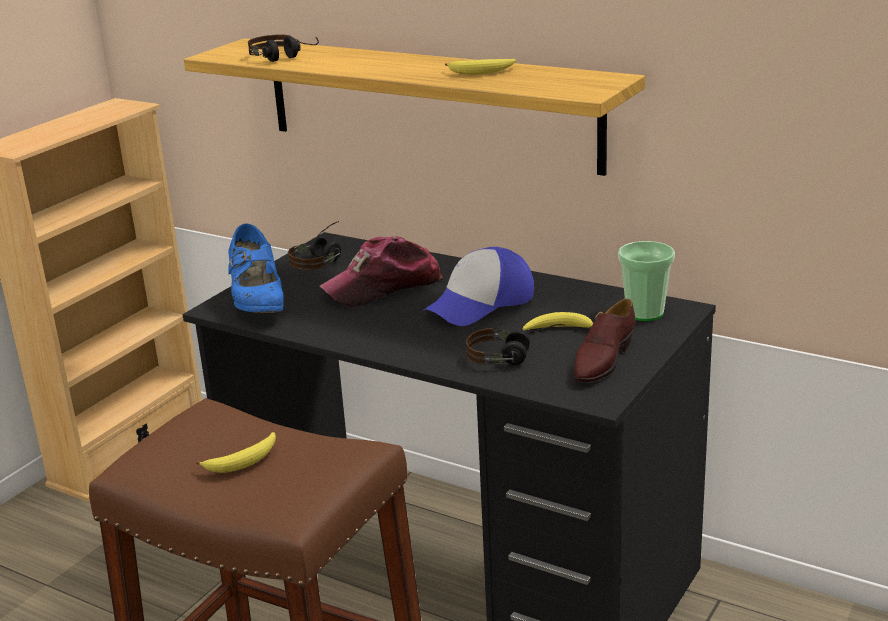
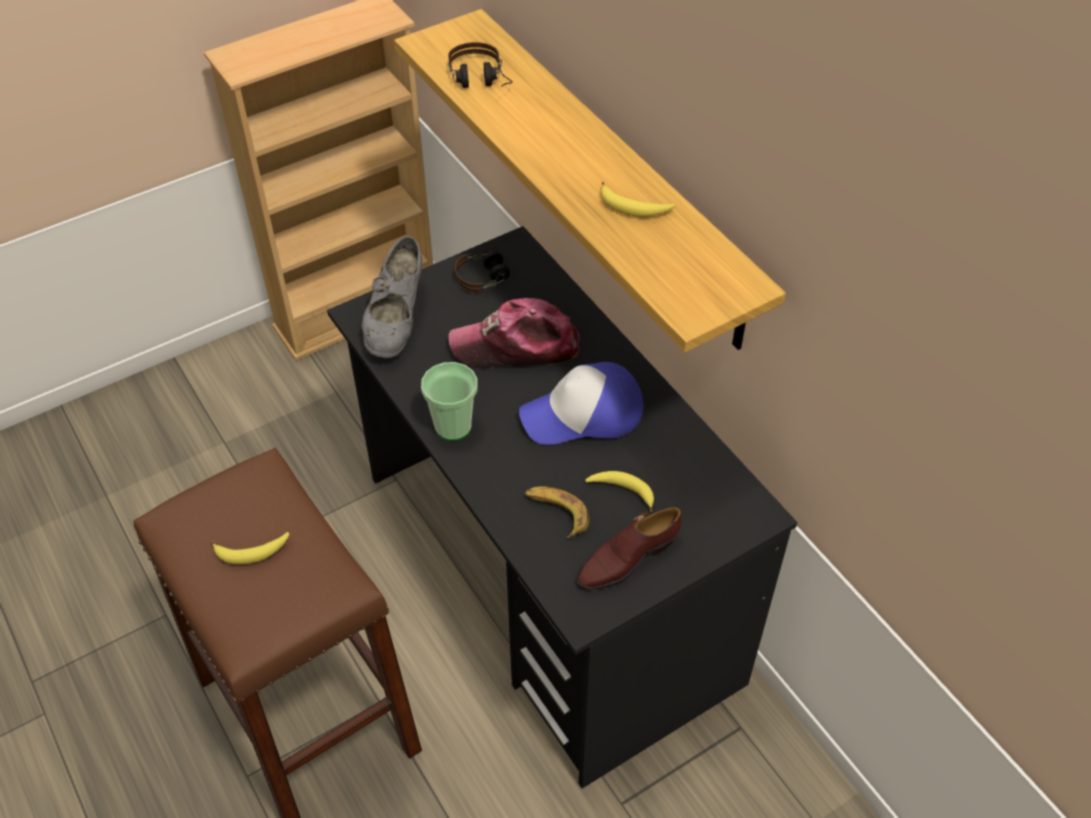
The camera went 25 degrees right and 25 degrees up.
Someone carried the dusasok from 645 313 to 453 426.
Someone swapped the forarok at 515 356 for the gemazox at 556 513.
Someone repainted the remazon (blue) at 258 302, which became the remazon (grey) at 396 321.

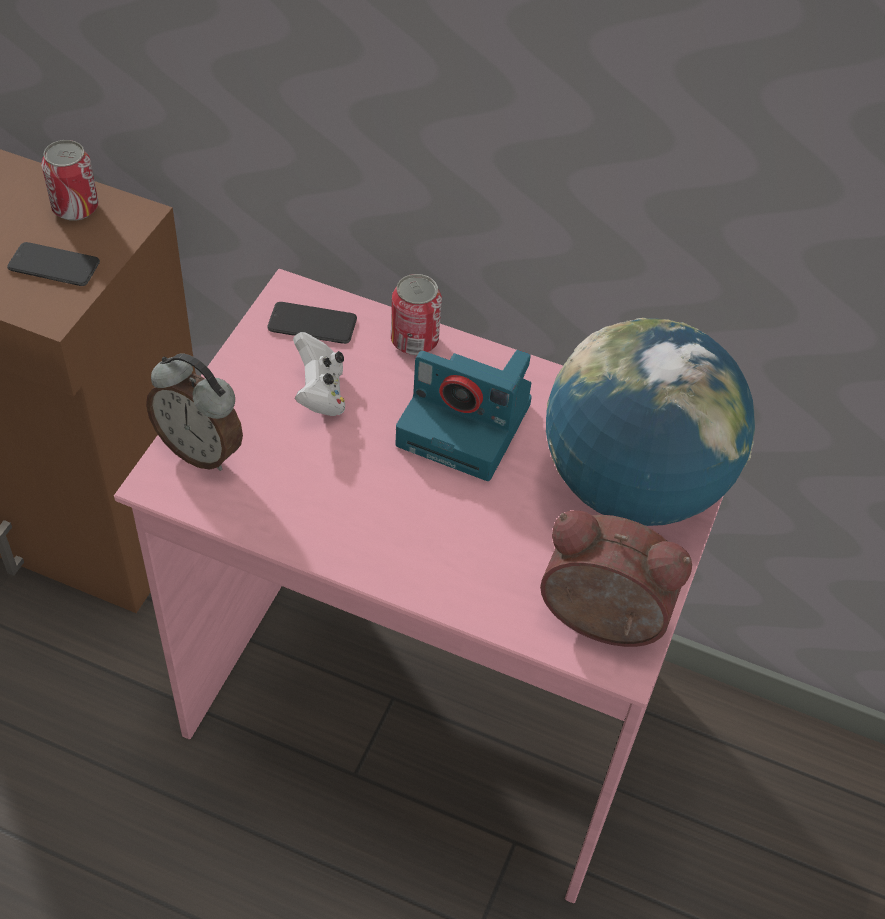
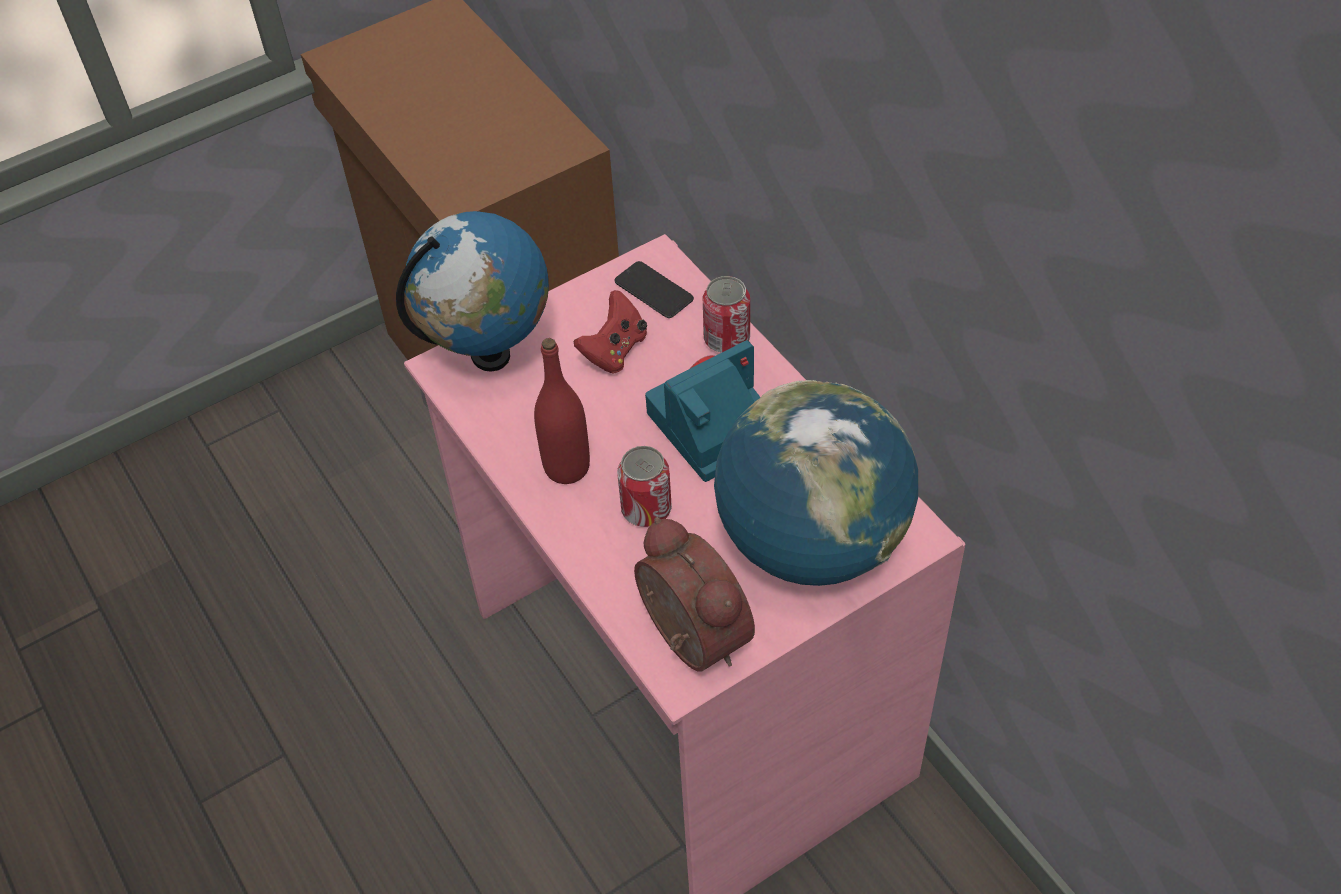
The camera went 40 degrees right and 0 degrees up.
Someone took away the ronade at 54 265.
Someone put down the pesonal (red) at 567 467.
Someone carried the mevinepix from 75 207 to 646 509.
Someone swapped the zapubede at 201 450 for the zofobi at 490 355.
Someone repainted the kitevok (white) at 320 394, which became the kitevok (red) at 614 350.
Someone rotated the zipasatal at 467 424 by 90 degrees clockwise.

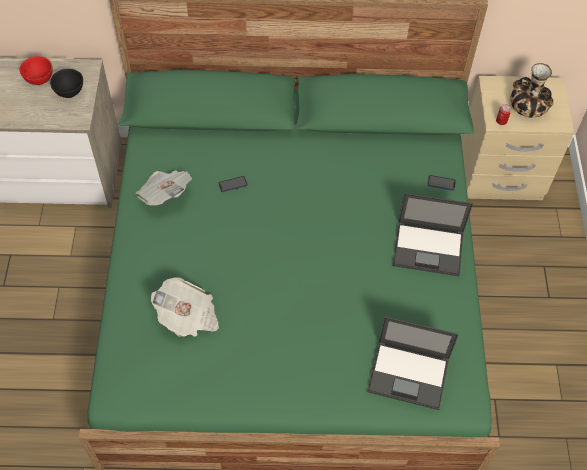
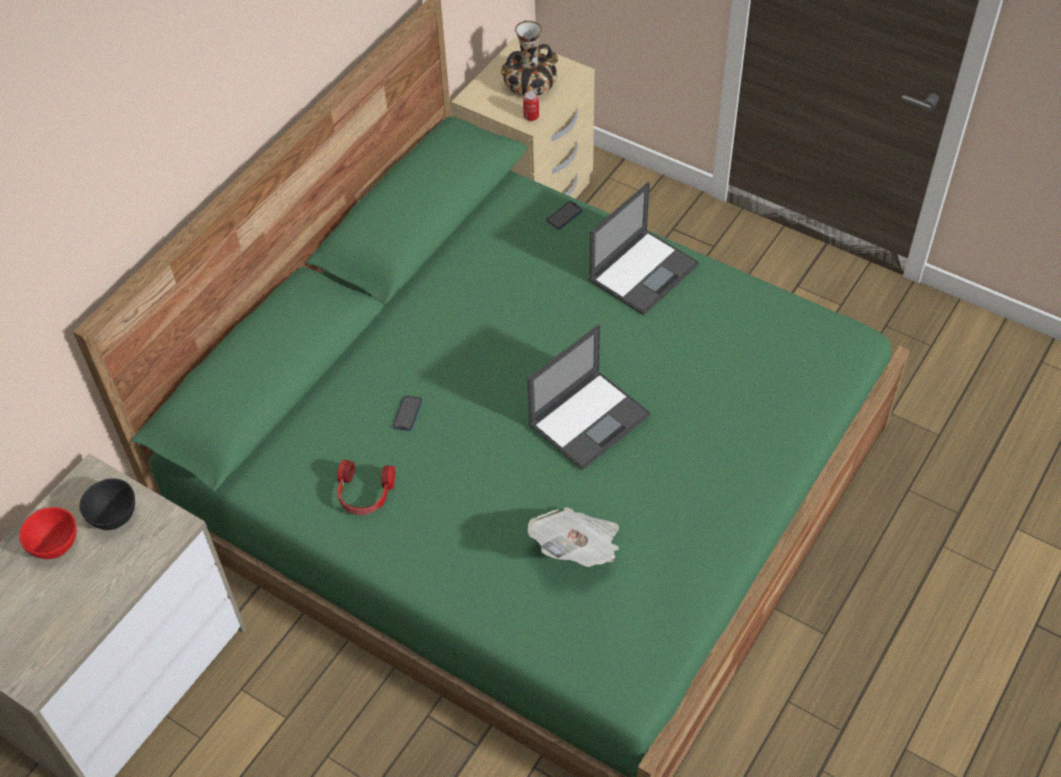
The camera went 55 degrees left and 5 degrees down.
Someone carried the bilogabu from 409 375 to 590 419.
Someone swapped the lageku at 165 194 for the forarok at 364 494.

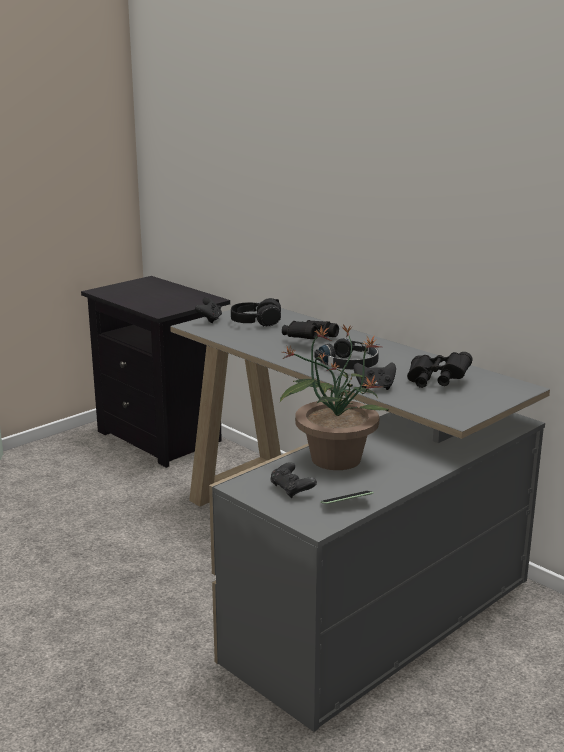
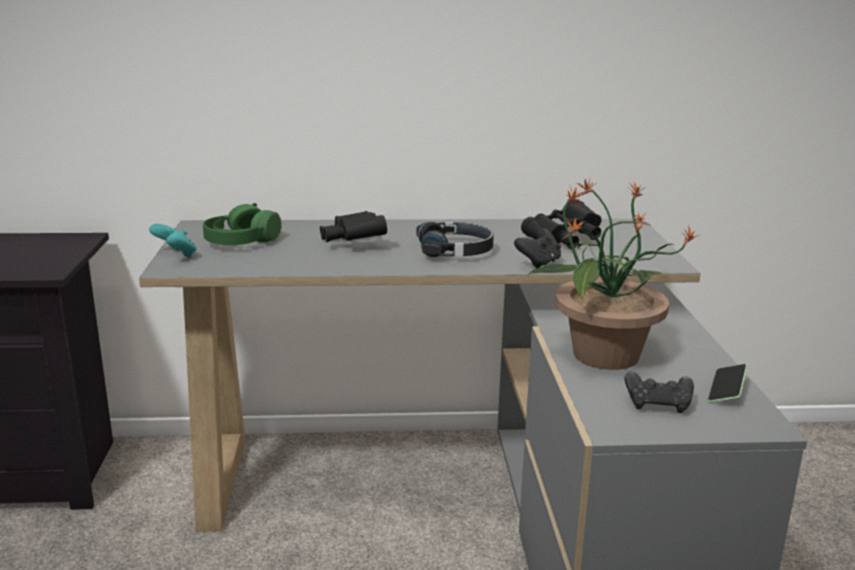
The camera went 50 degrees left and 0 degrees up.
Someone repainted the kitevok (black) at 209 320, which became the kitevok (turquoise) at 176 255.
Someone repainted the forarok (black) at 256 322, which became the forarok (green) at 241 242.

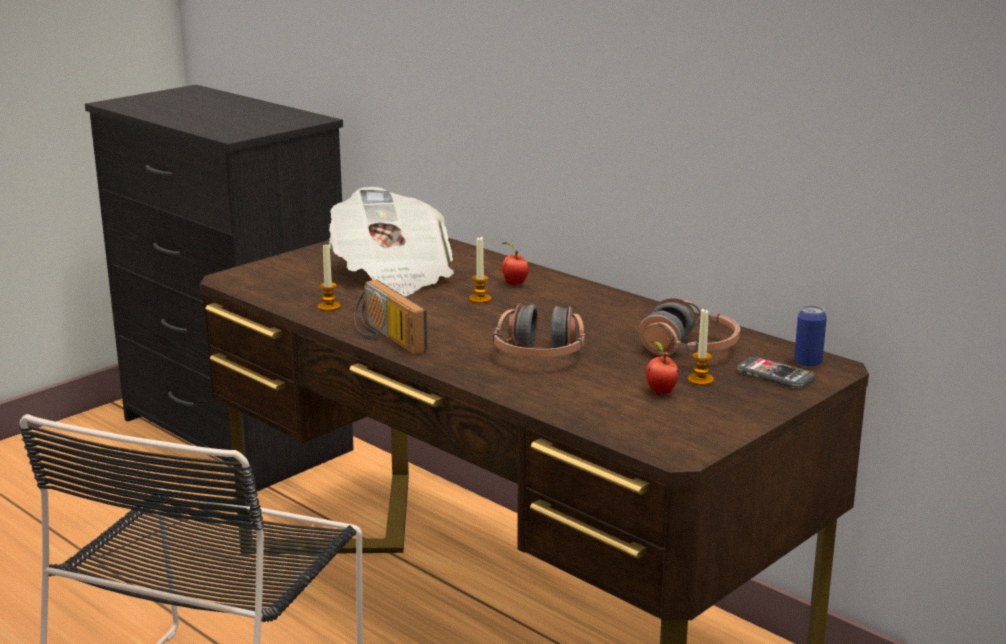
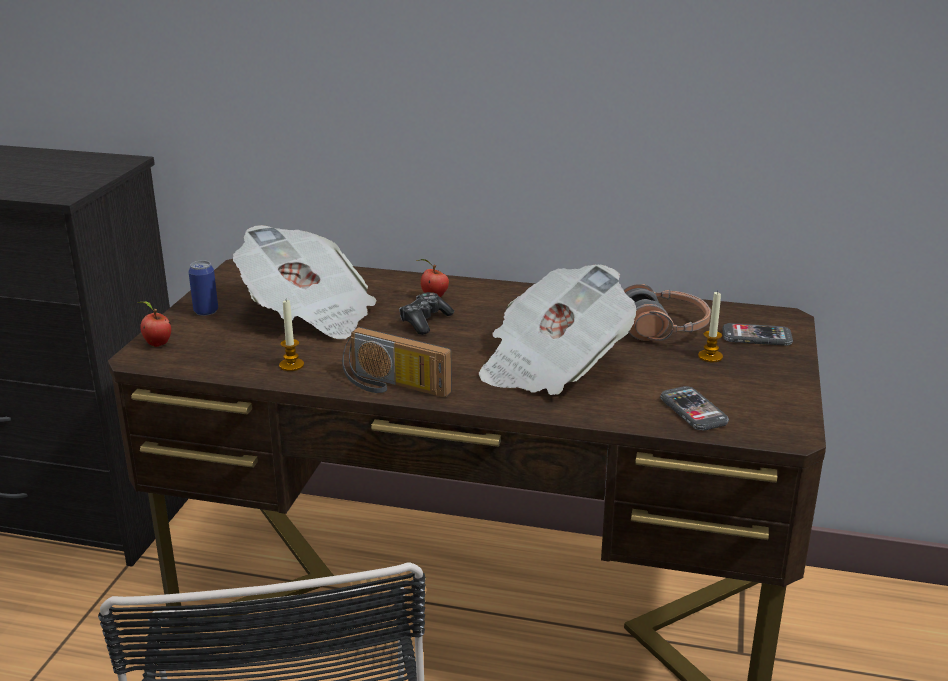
The camera went 30 degrees left and 5 degrees up.
Someone put down the ronade at 693 411.
Someone carried the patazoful from 659 391 to 156 344.
Someone carried the mevinepix from 808 363 to 206 311.
Someone swapped the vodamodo at 480 299 for the kitevok at 425 321.
Someone swapped the forarok at 539 354 for the lageku at 552 366.

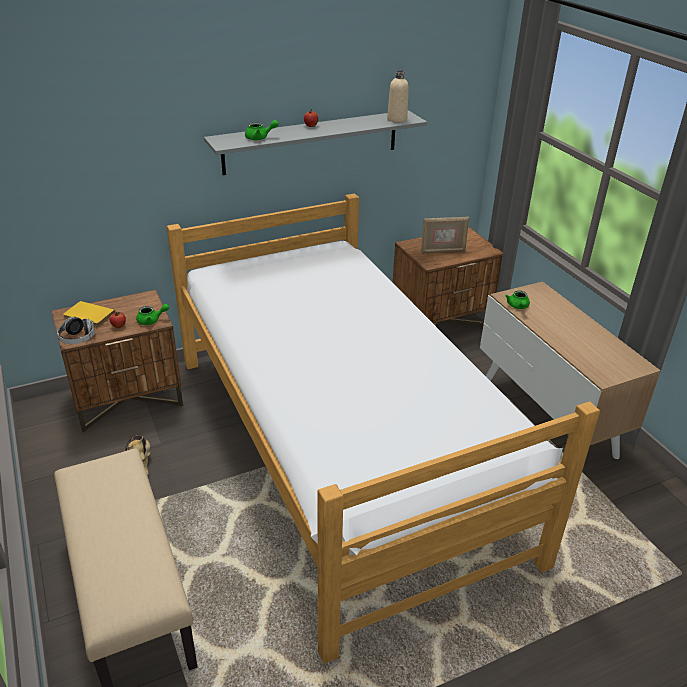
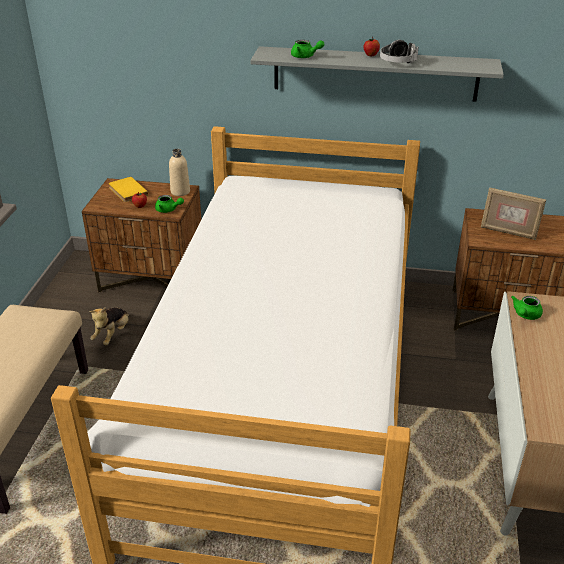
The camera went 35 degrees right and 0 degrees up.
Someone carried the forarok from 78 339 to 398 63.
Someone carried the pesonal (beige) from 397 119 to 180 192.

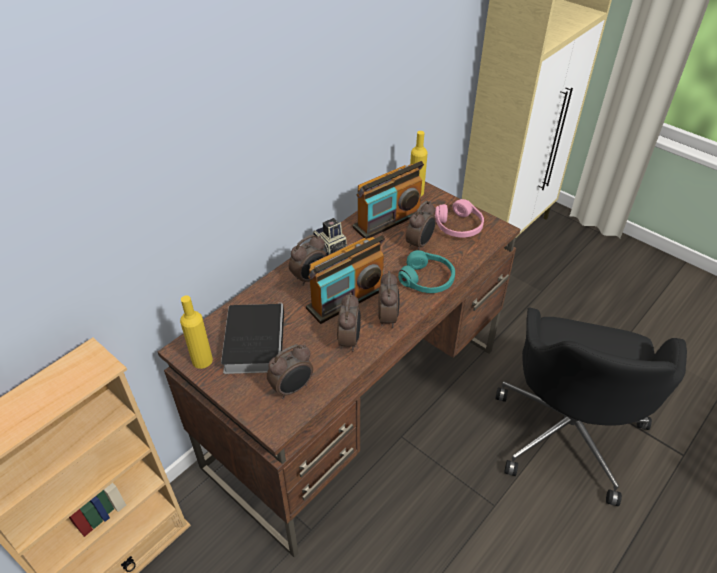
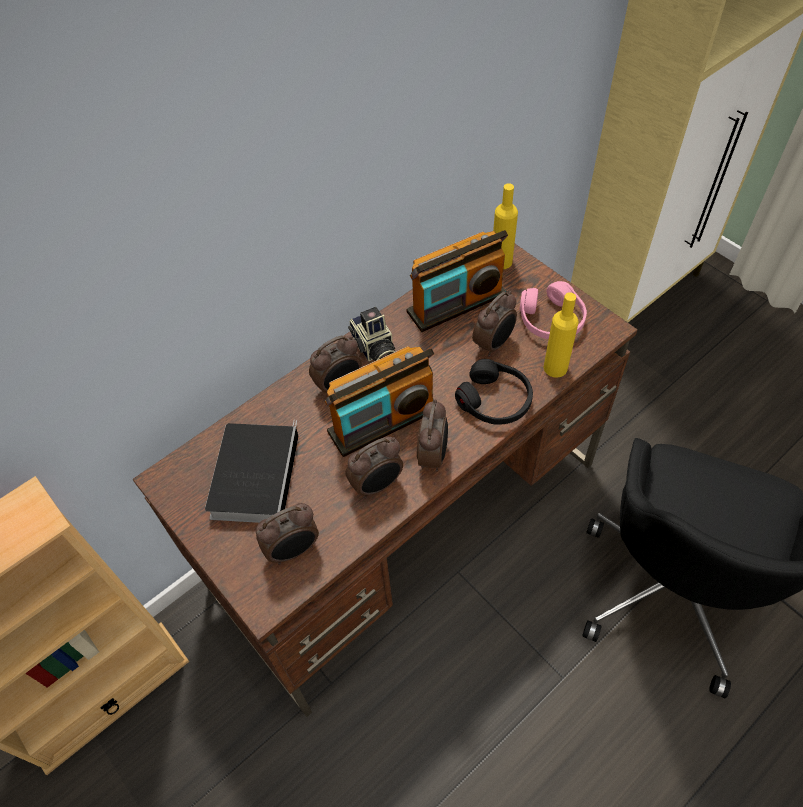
The camera went 10 degrees right and 10 degrees up.
Someone carried the pesonal (yellow) from 202 360 to 555 367.
Someone repainted the forarok (turquoise) at 427 279, which became the forarok (black) at 495 400.
Someone rotated the zapubede at 349 340 by 45 degrees clockwise.

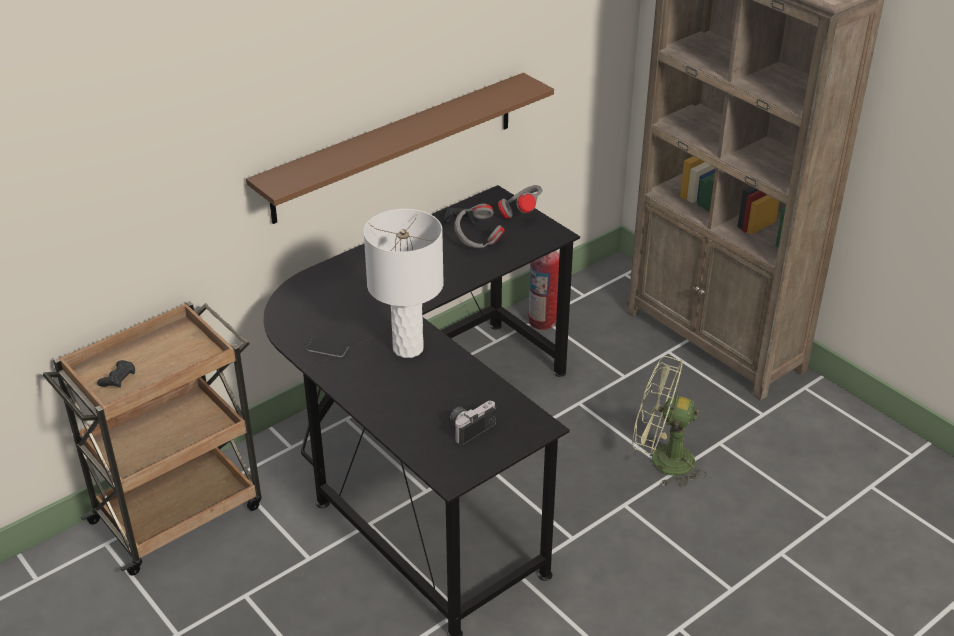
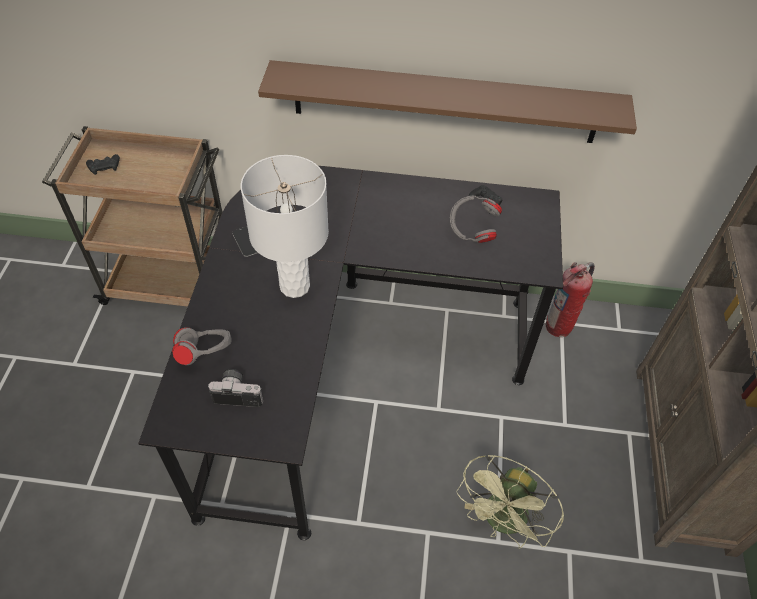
The camera went 45 degrees right and 15 degrees up.
Someone carried the forarok (grey) from 521 213 to 205 354.
Someone rotated the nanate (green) at 662 460 by 120 degrees counterclockwise.

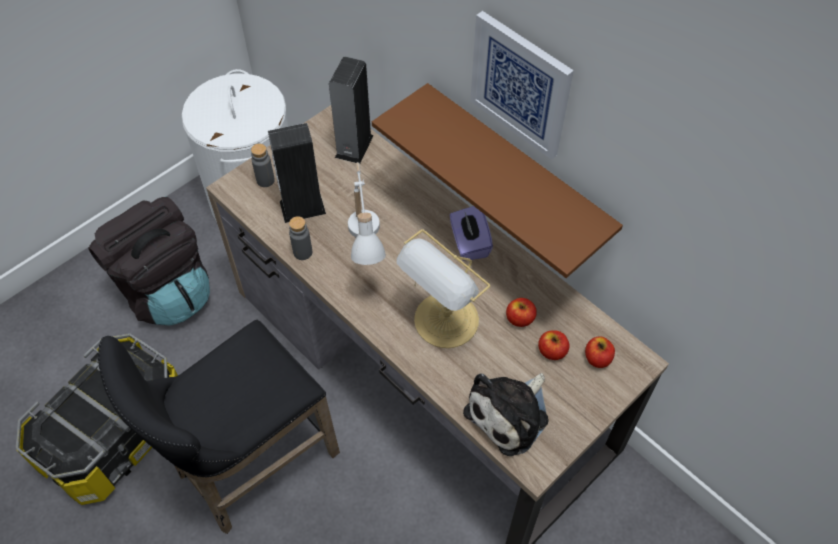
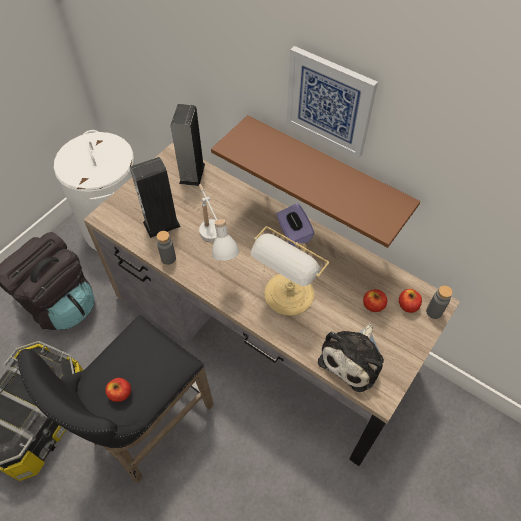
The camera went 10 degrees left and 0 degrees up.
Someone carried the pesonal (grey) from 265 180 to 434 312.
Someone carried the patazoful from 519 319 to 120 393.

